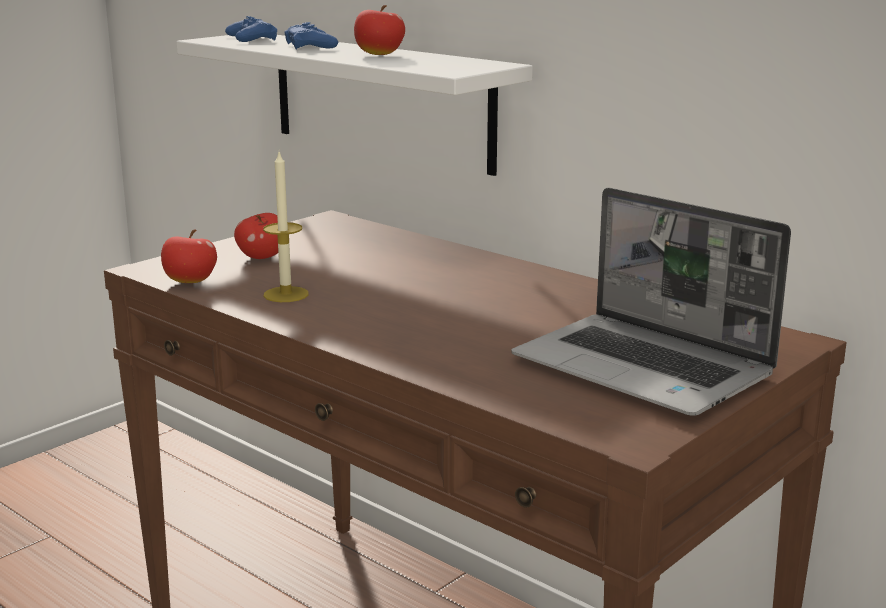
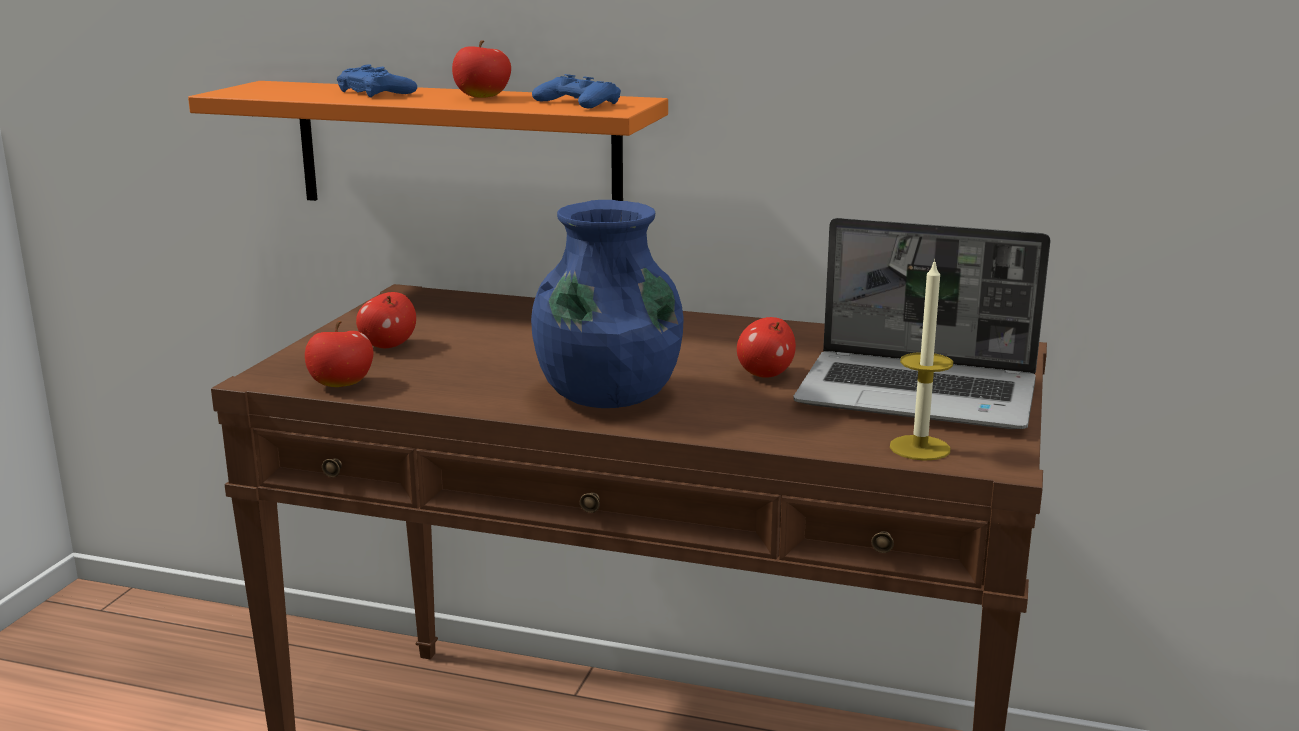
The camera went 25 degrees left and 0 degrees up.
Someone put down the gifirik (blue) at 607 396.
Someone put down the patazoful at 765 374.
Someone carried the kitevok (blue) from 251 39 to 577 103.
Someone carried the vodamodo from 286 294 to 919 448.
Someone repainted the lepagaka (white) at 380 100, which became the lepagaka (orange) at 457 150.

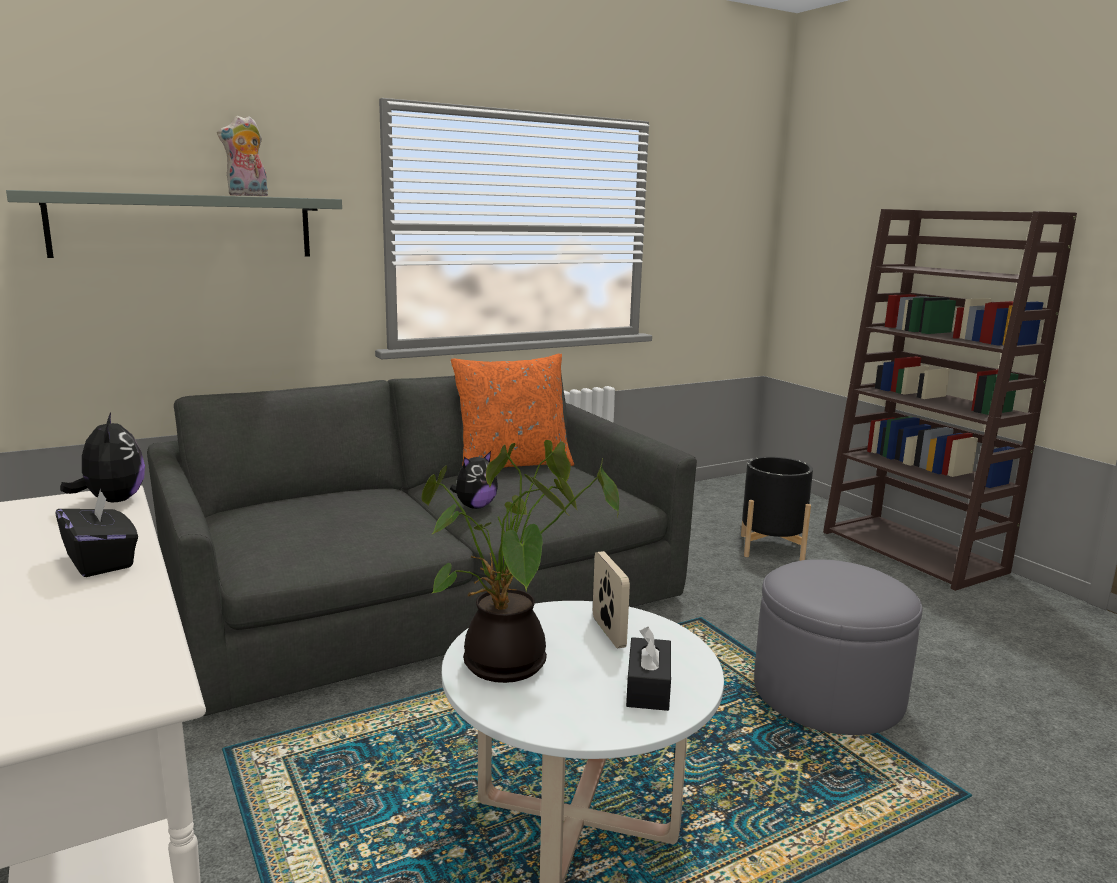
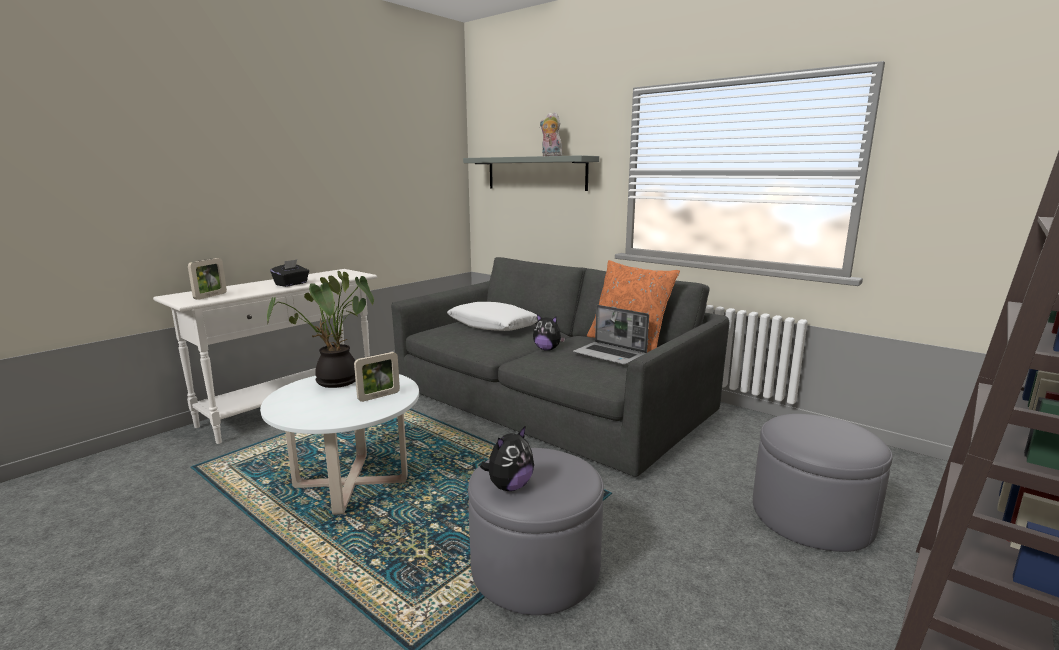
The camera went 70 degrees right and 0 degrees up.
Someone took away the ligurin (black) at 648 687.
Someone put down the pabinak at 210 296.
Someone put down the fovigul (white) at 492 326.
Someone put down the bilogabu at 610 355.
Someone carried the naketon from 112 501 to 509 486.
Someone swapped the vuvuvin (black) at 771 548 for the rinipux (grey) at 811 516.

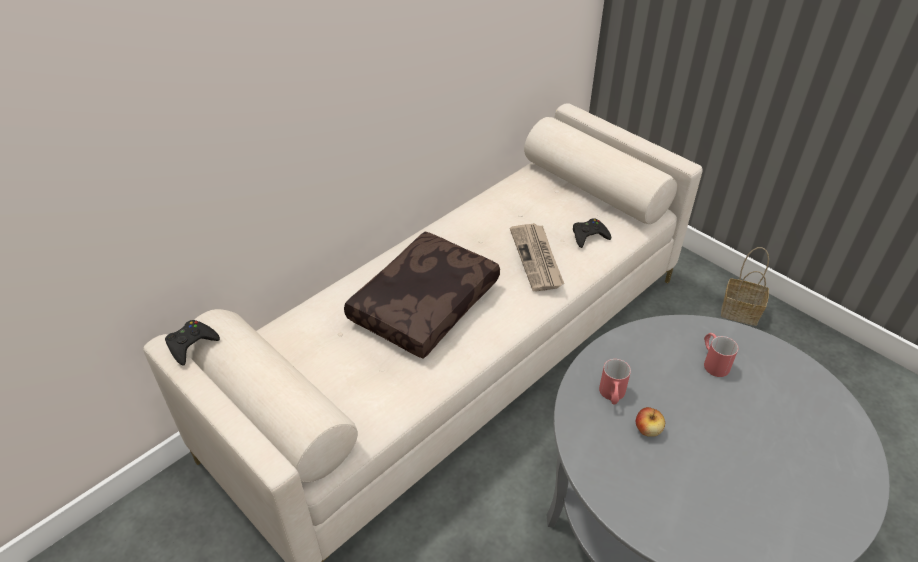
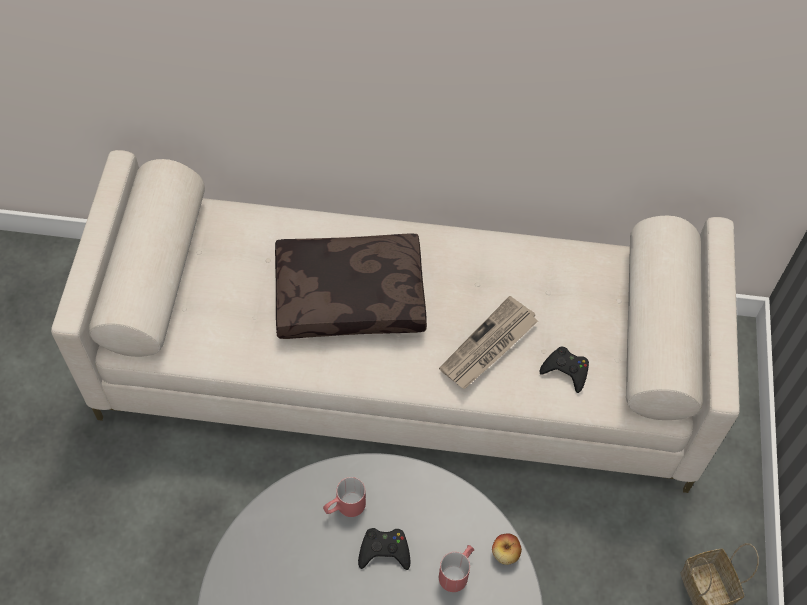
The camera went 50 degrees right and 15 degrees up.
Someone carried the kitevok (black) from 191 344 to 384 551.
Someone carried the patazoful from 647 430 to 505 553.

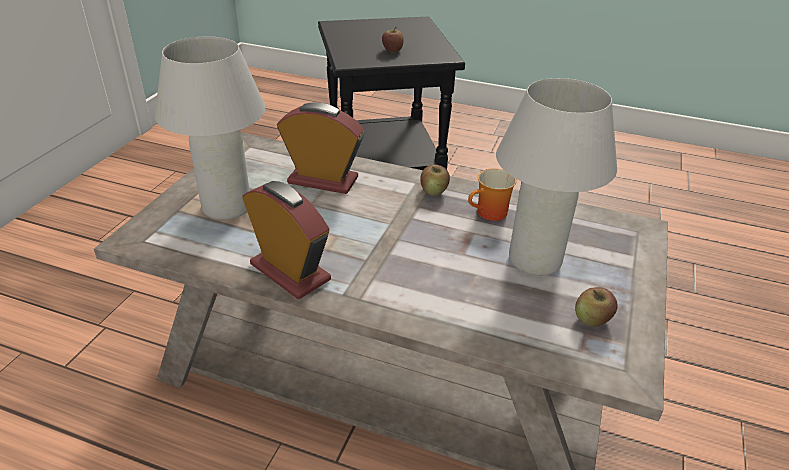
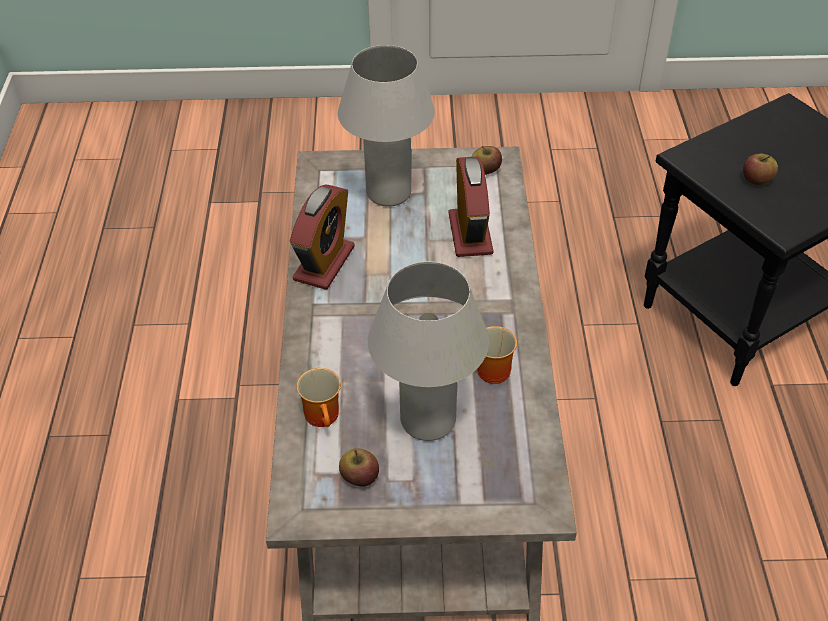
The camera went 70 degrees right and 10 degrees up.
Someone put down the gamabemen at 325 416.
Someone carried the patazoful from 434 191 to 486 170.

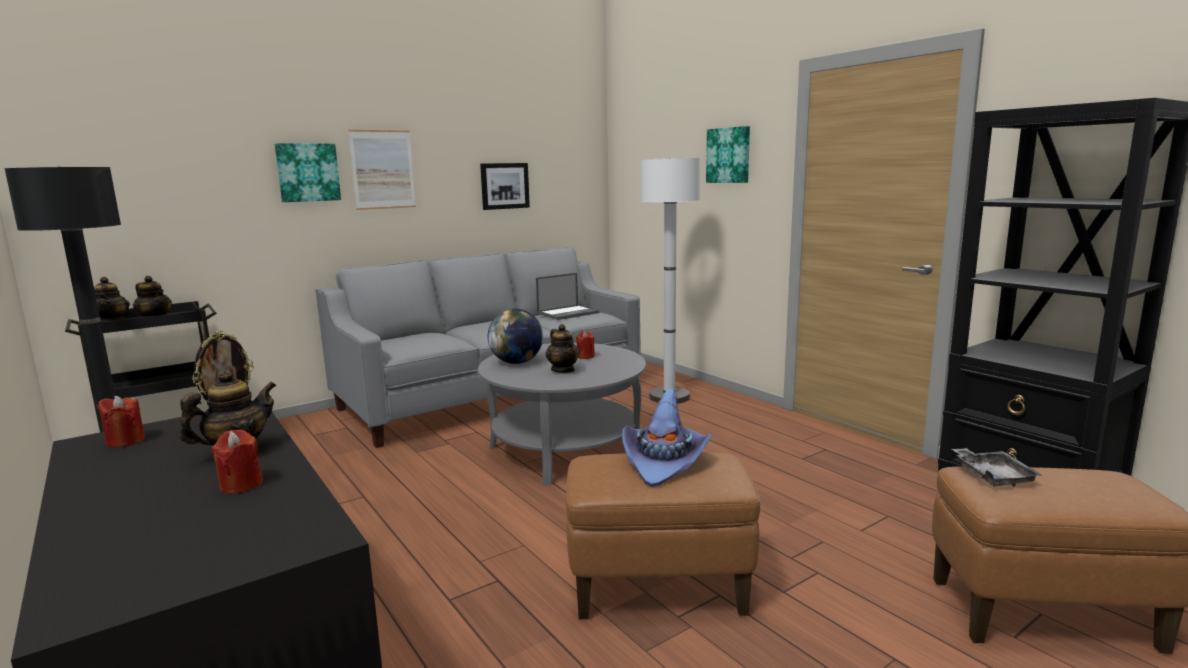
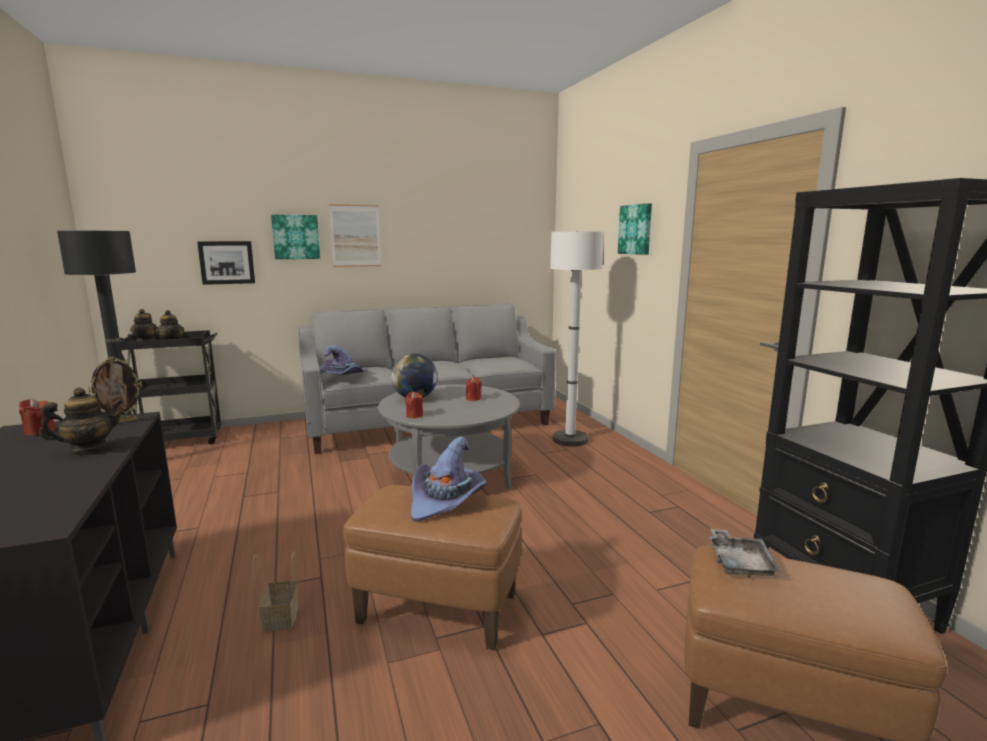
The camera went 15 degrees right and 0 degrees up.
Someone took away the bilogabu at 568 313.
Someone took away the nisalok at 563 370.
Someone put down the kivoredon at 280 617.
Someone put down the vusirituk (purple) at 344 376.
Someone carried the vodamodo (red) from 241 485 to 414 415.
Someone carried the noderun from 504 186 to 227 262.

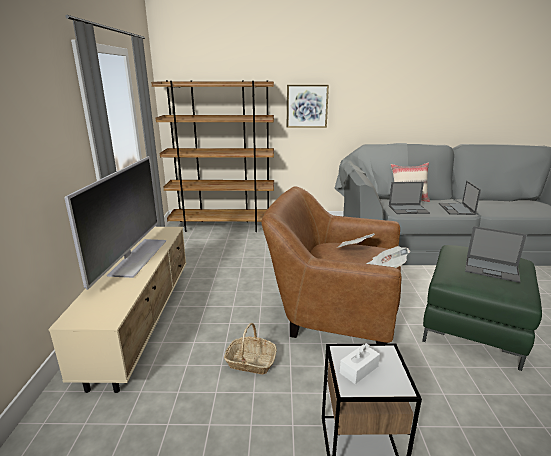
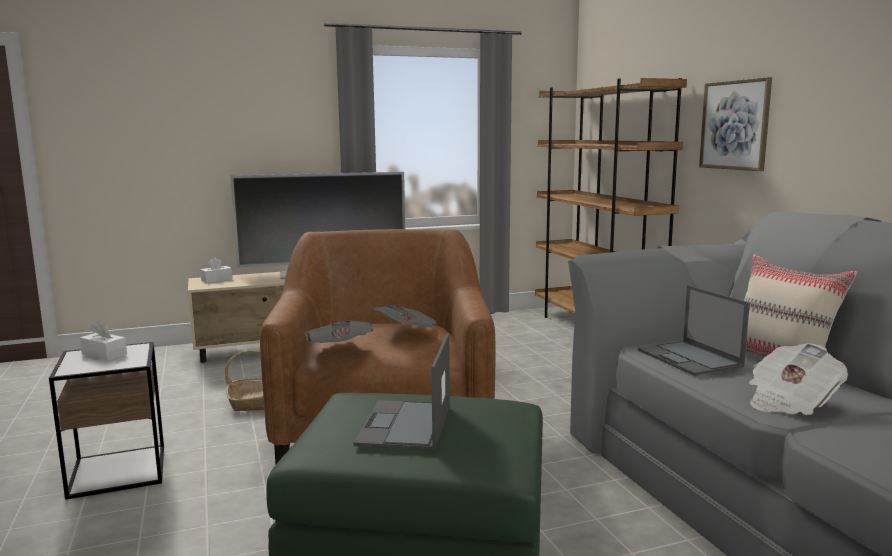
The camera went 70 degrees right and 10 degrees down.
Someone put down the ligurin (white) at 216 280.
Someone swapped the bilogabu at 456 209 for the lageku at 790 402.

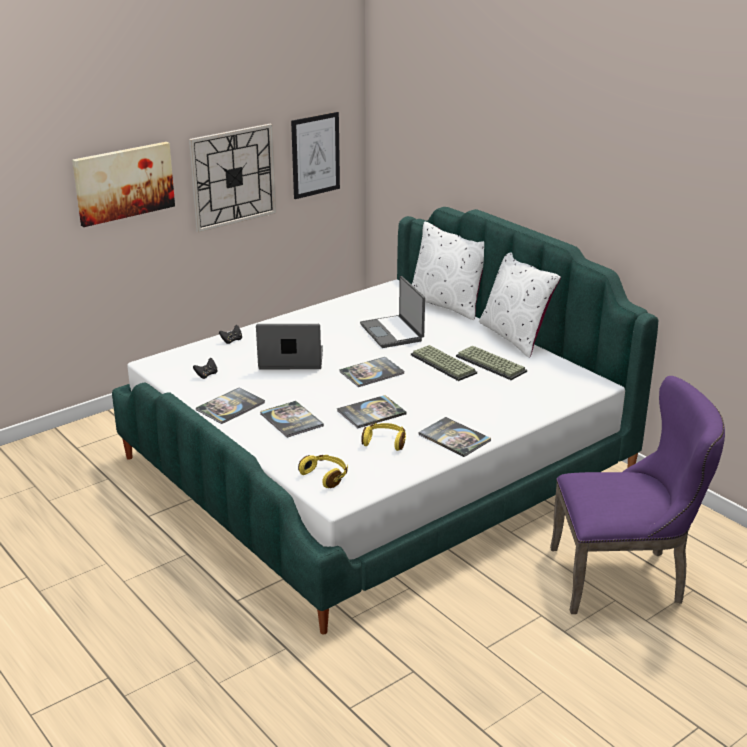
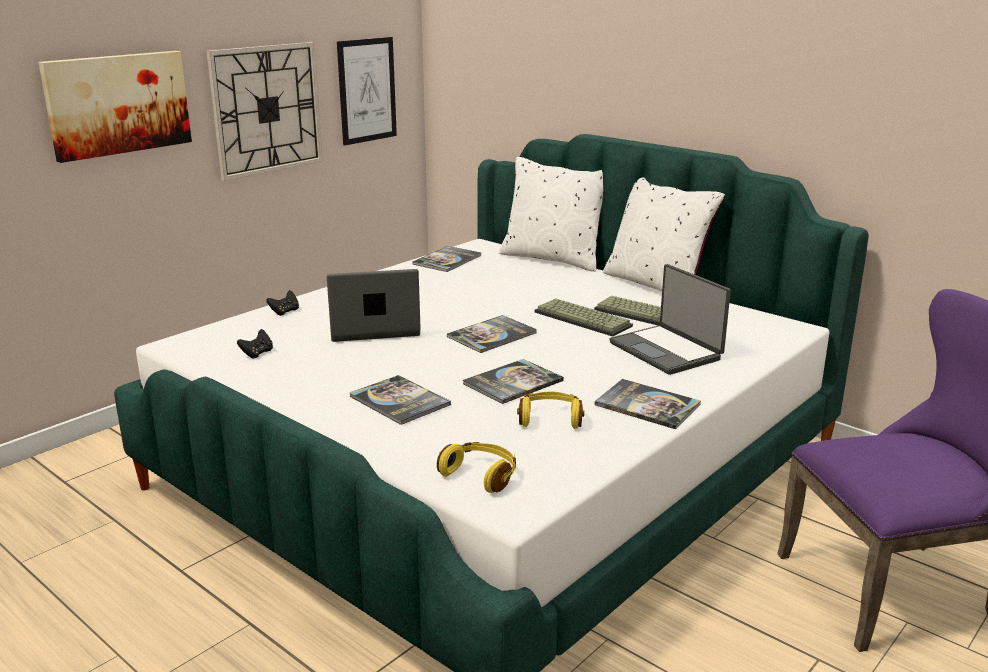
The camera went 10 degrees left and 5 degrees down.
Someone carried the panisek from 230 406 to 447 260.
Someone carried the bilogabu from 393 332 to 667 351.

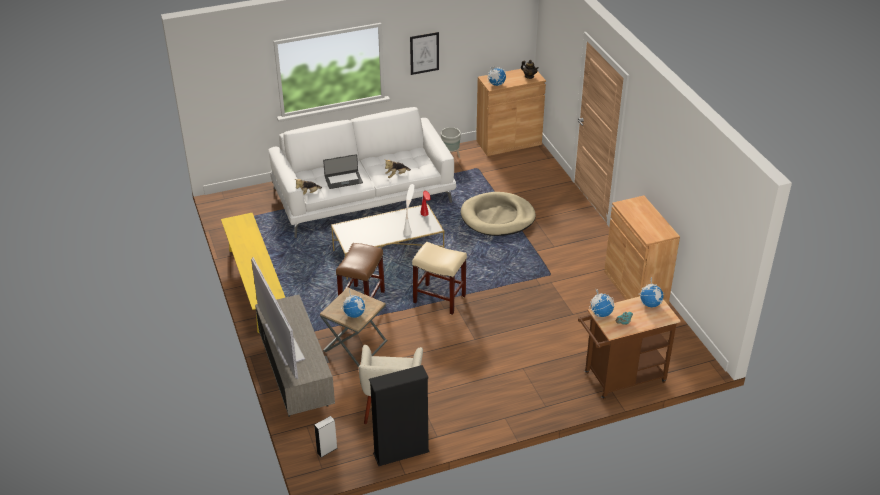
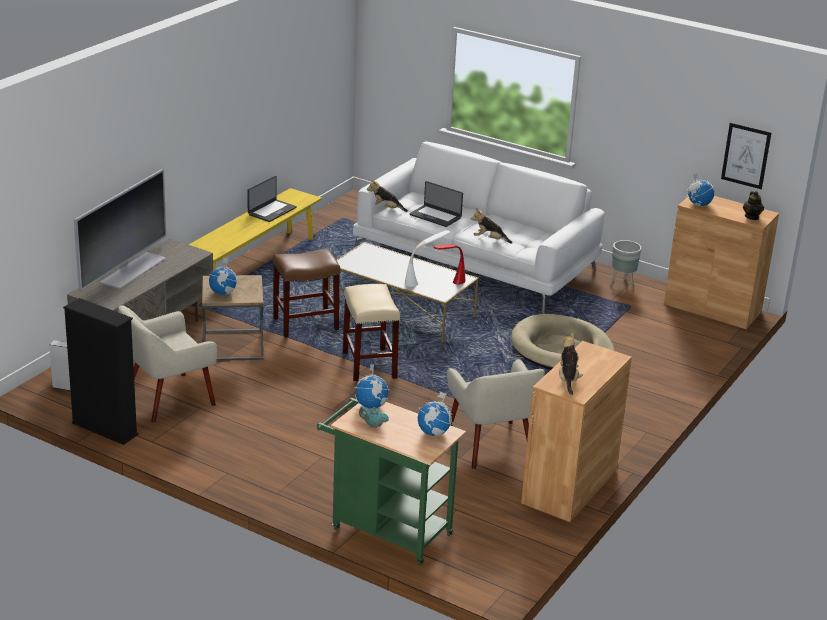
The camera went 50 degrees right and 10 degrees down.
Someone put down the bilogabu at 271 211.
Someone put down the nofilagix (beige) at 491 445.
Someone put down the naketon at 568 379.
Someone carried the noderun from 424 53 to 746 155.
Someone repainted the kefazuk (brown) at 620 379, which became the kefazuk (green) at 385 530.

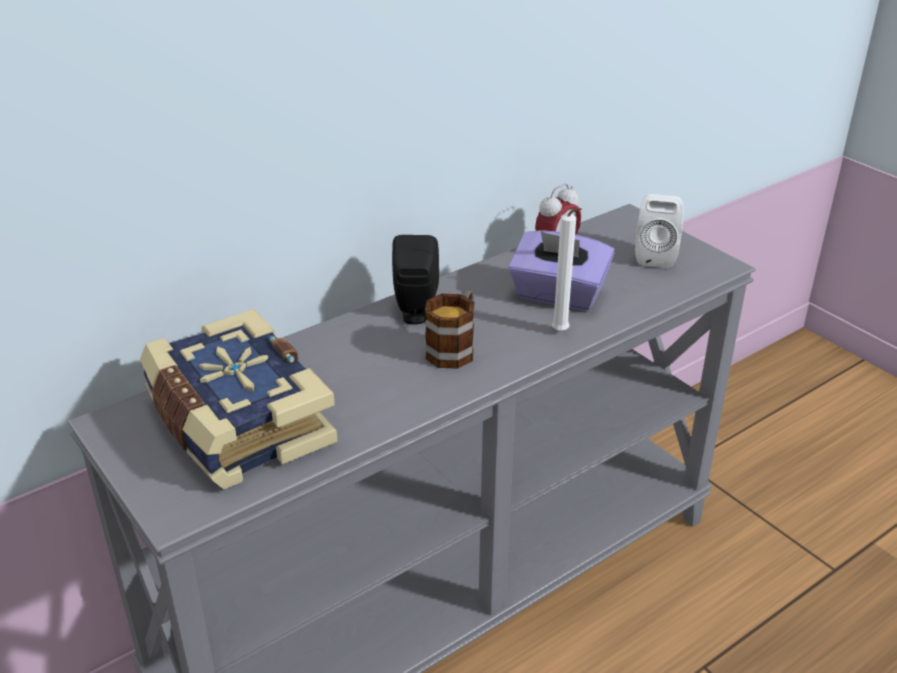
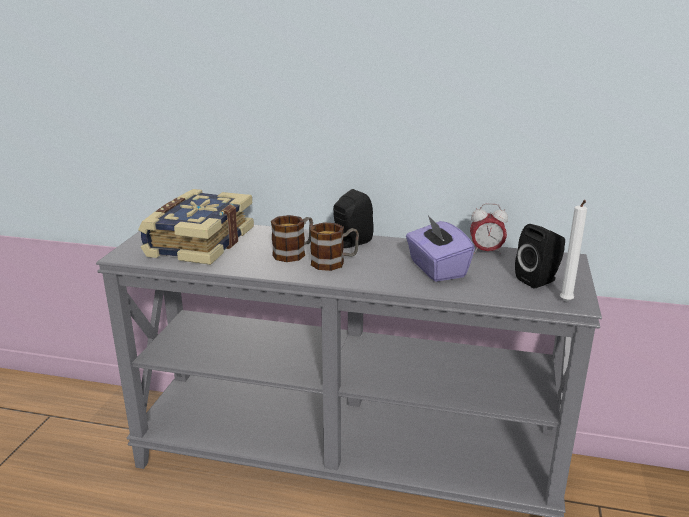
The camera went 50 degrees right and 10 degrees down.
Someone put down the gamabemen at 294 253.
Someone carried the vodamodo (white) from 562 333 to 566 302.
Someone repainted the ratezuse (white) at 655 256, which became the ratezuse (black) at 539 280.

